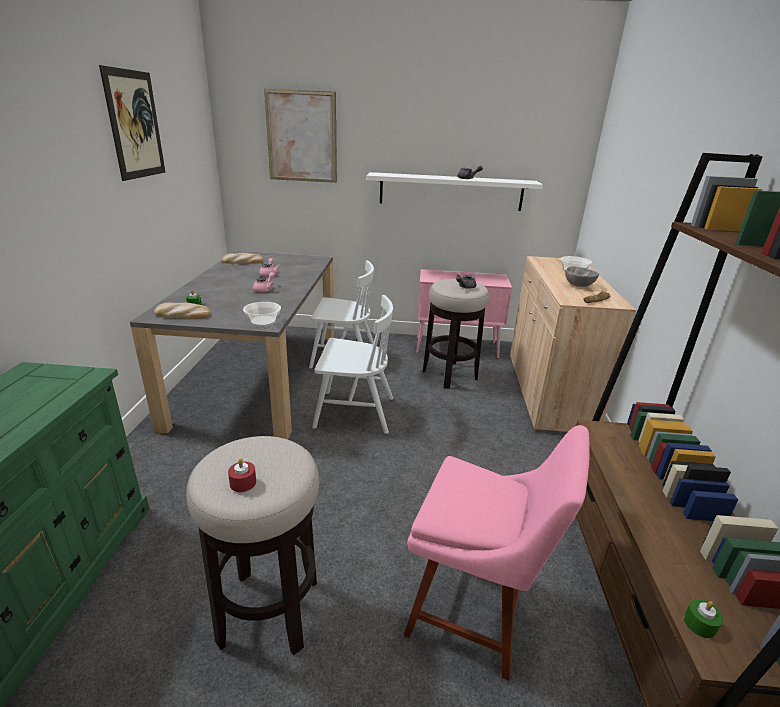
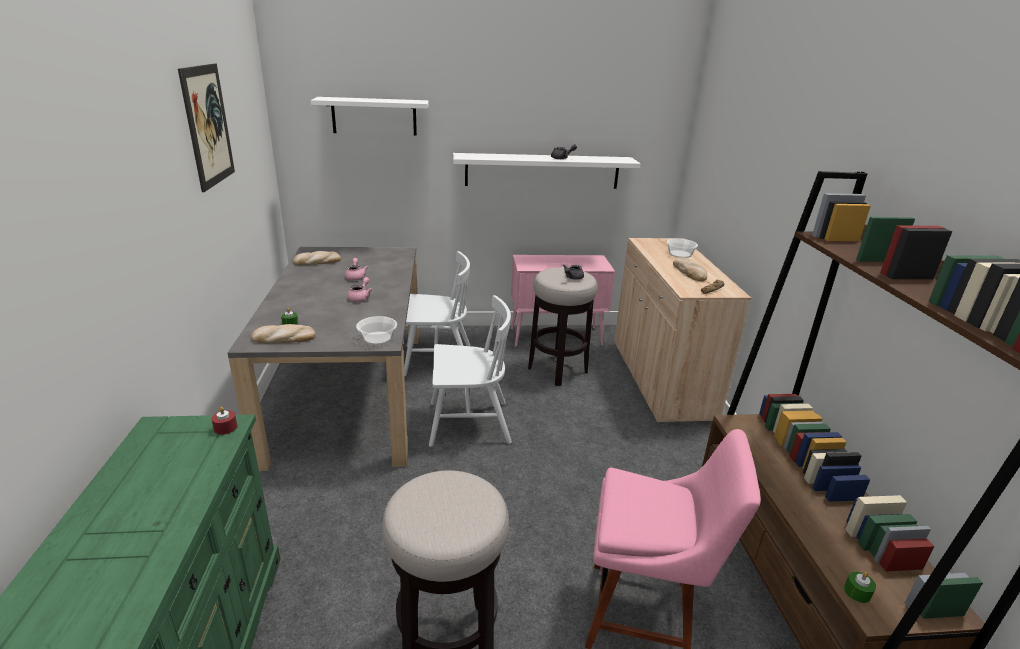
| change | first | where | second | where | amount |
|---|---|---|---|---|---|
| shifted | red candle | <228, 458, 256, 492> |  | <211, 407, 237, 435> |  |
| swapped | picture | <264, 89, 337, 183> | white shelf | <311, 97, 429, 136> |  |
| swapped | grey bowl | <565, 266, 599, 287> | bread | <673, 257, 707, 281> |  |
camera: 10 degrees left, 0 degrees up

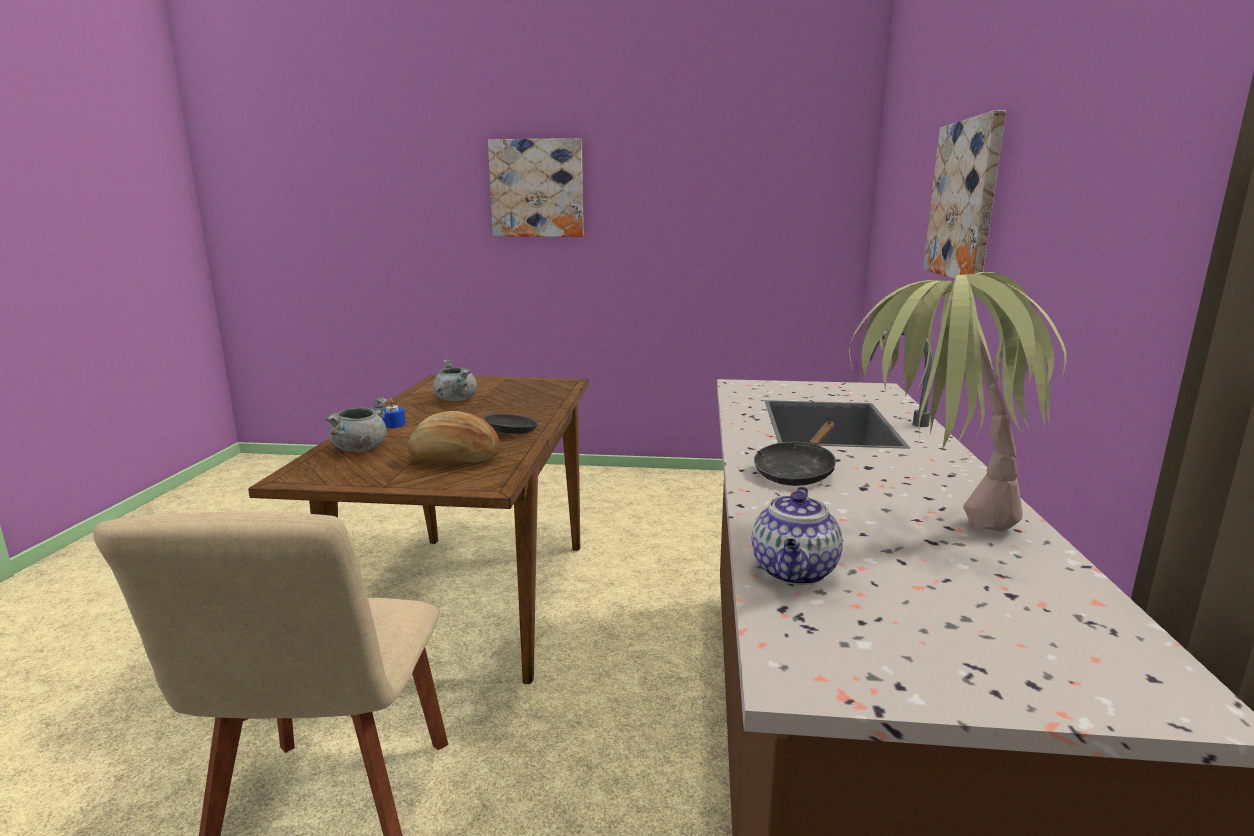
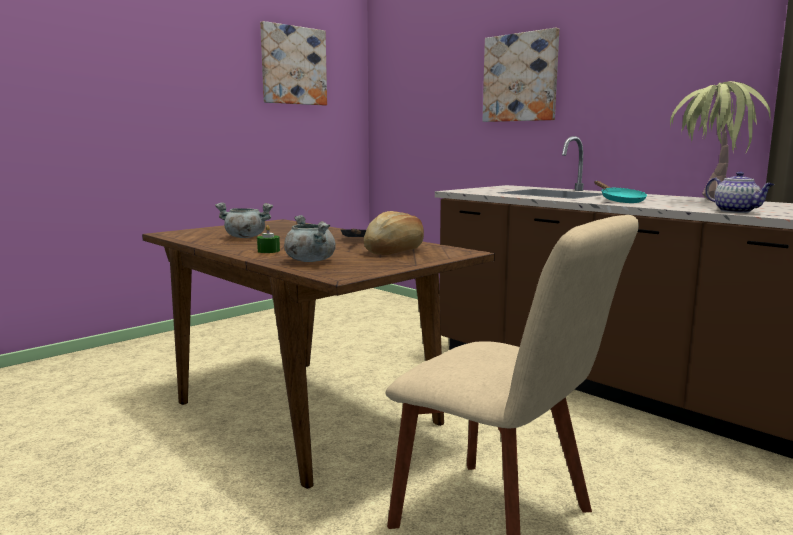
| change | first | where | second | where | amount |
|---|---|---|---|---|---|
| repainted | blue candle | <382, 398, 406, 428> | green candle | <257, 225, 280, 253> |  |
| shifted | picture | <488, 138, 583, 237> |  | <260, 21, 327, 106> |  |
| repainted | black frying pan | <754, 421, 836, 486> | turquoise frying pan | <594, 181, 647, 203> |  |
camera: 50 degrees left, 5 degrees down

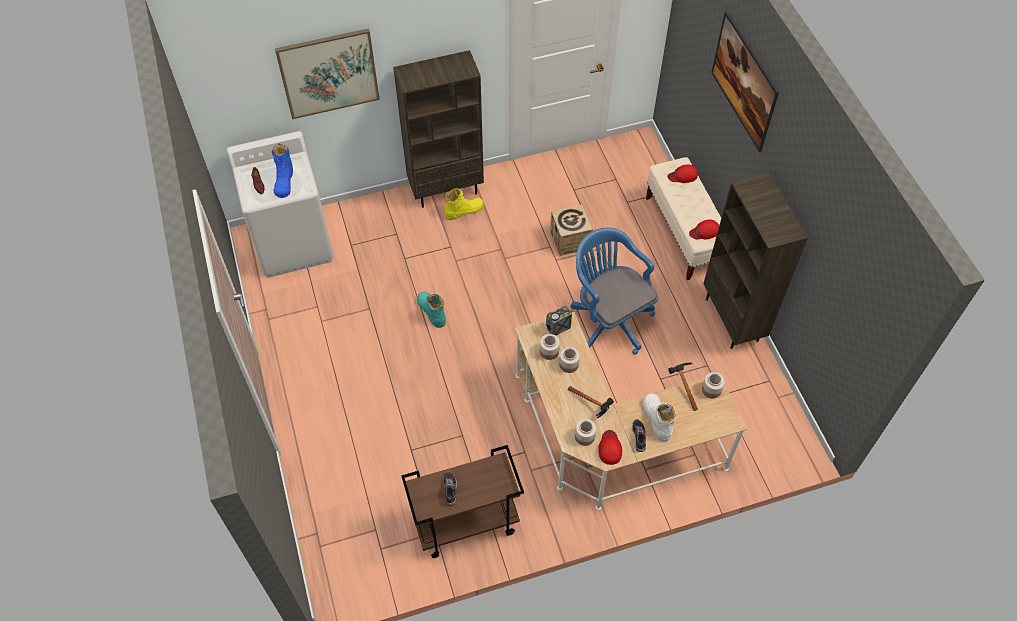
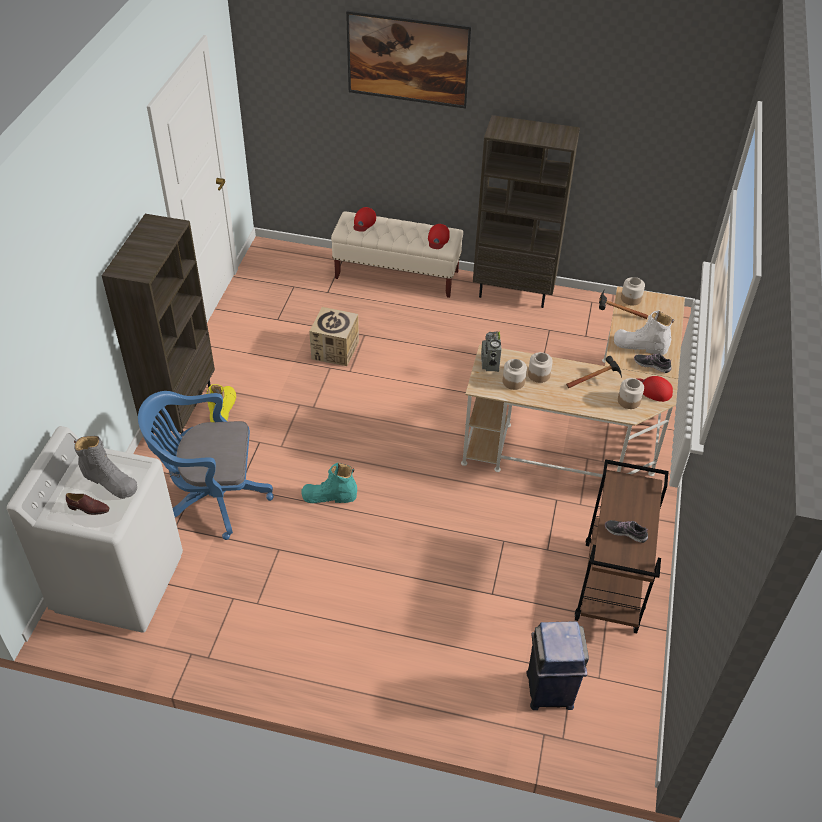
| change | first | where | second | where | amount |
|---|---|---|---|---|---|
| repainted | blue boot | <272, 143, 293, 198> | grey boot | <74, 436, 137, 499> |  |
| shifted | blue office chair | <570, 228, 658, 355> |  | <138, 391, 274, 540> |  |
| new |  |  | blue trash can | <526, 621, 589, 710> |  |
| gone | picture | <275, 28, 380, 119> |  |  |  |
camera: 60 degrees left, 10 degrees down

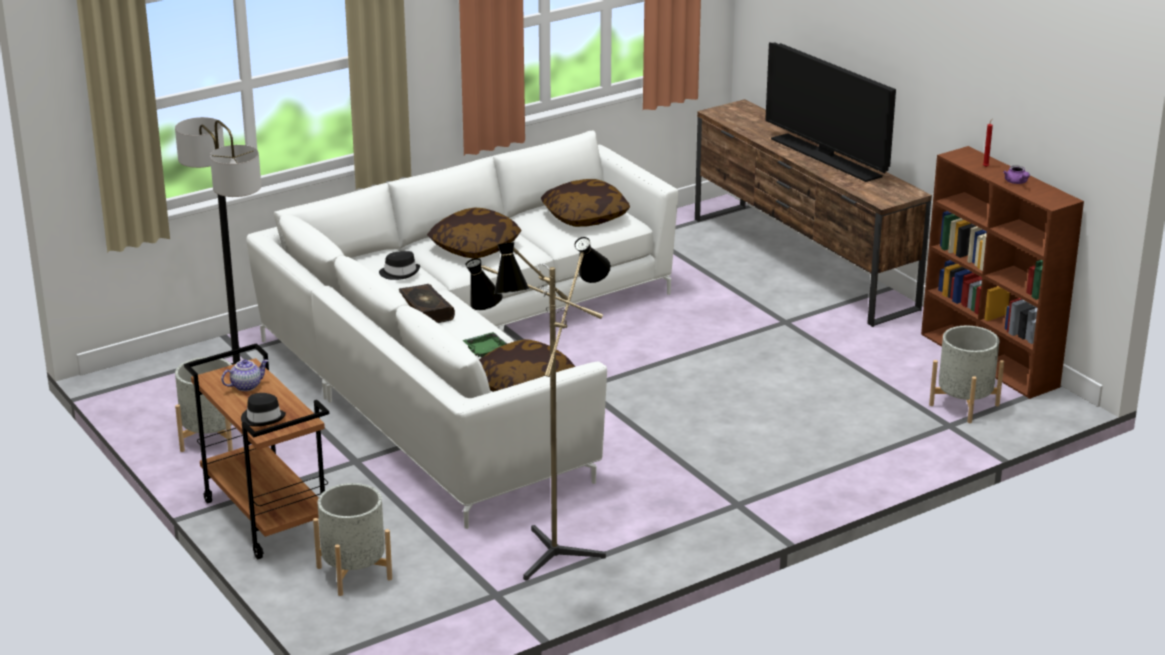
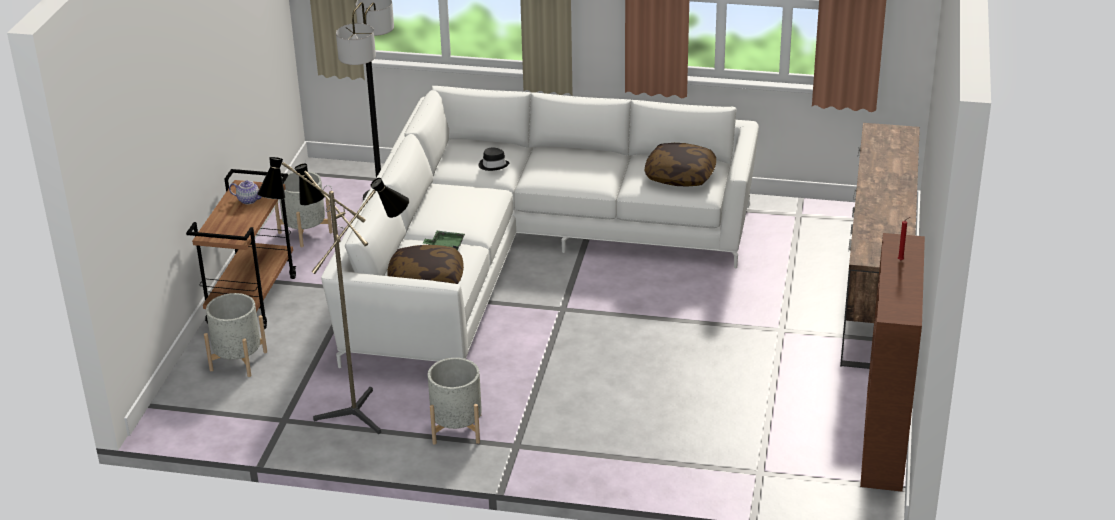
| change | first | where | second | where | amount |
|---|---|---|---|---|---|
| shifted | grey planter | <929, 326, 1004, 423> |  | <428, 358, 482, 445> |  |
| gone | black hat | <241, 393, 286, 427> |  |  |  |
| gone | book | <399, 284, 455, 323> |  |  |  |
| gone | pillow | <427, 207, 522, 259> |  |  |  |
| gone | television | <765, 42, 896, 182> |  |  |  |
| gone | purple teapot | <1003, 165, 1030, 184> |  |  |  |
camera: 45 degrees right, 5 degrees up

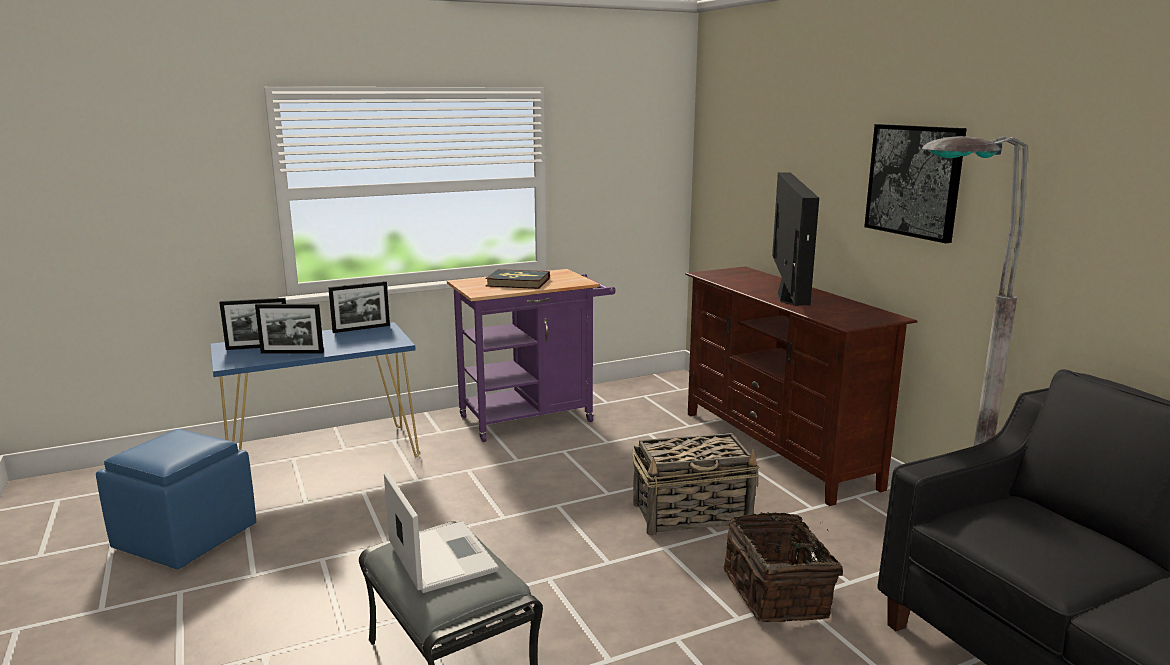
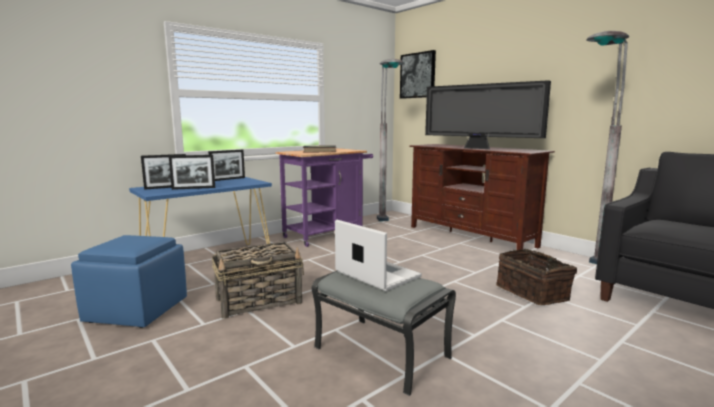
| change | first | where | second | where | amount |
|---|---|---|---|---|---|
| shifted | basket | <632, 433, 759, 536> |  | <212, 242, 304, 319> |  |
| new |  |  | grey floor lamp | <377, 59, 405, 221> |  |
| shifted | picture | <864, 124, 967, 243> |  | <400, 50, 436, 99> |  |
| rotated | television | <772, 172, 819, 306> |  | <425, 80, 551, 149> | 135 degrees clockwise |
camera: 15 degrees left, 5 degrees down

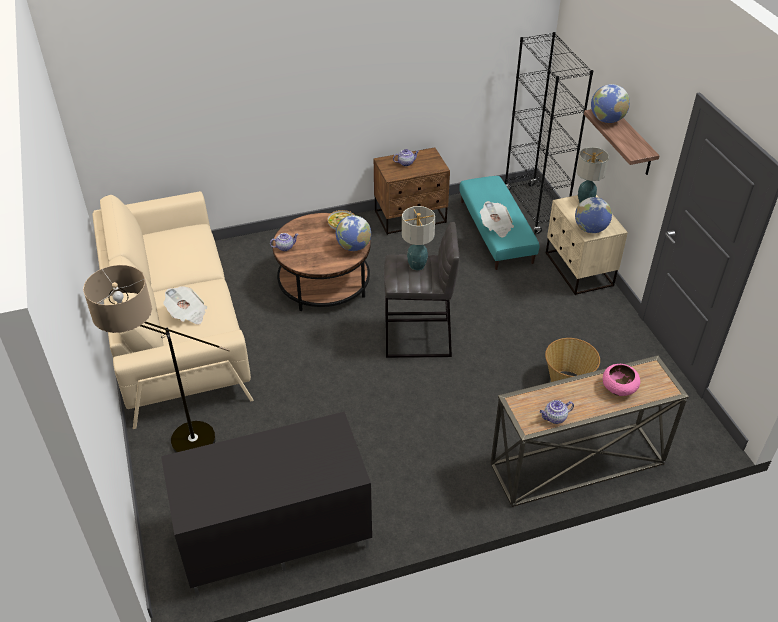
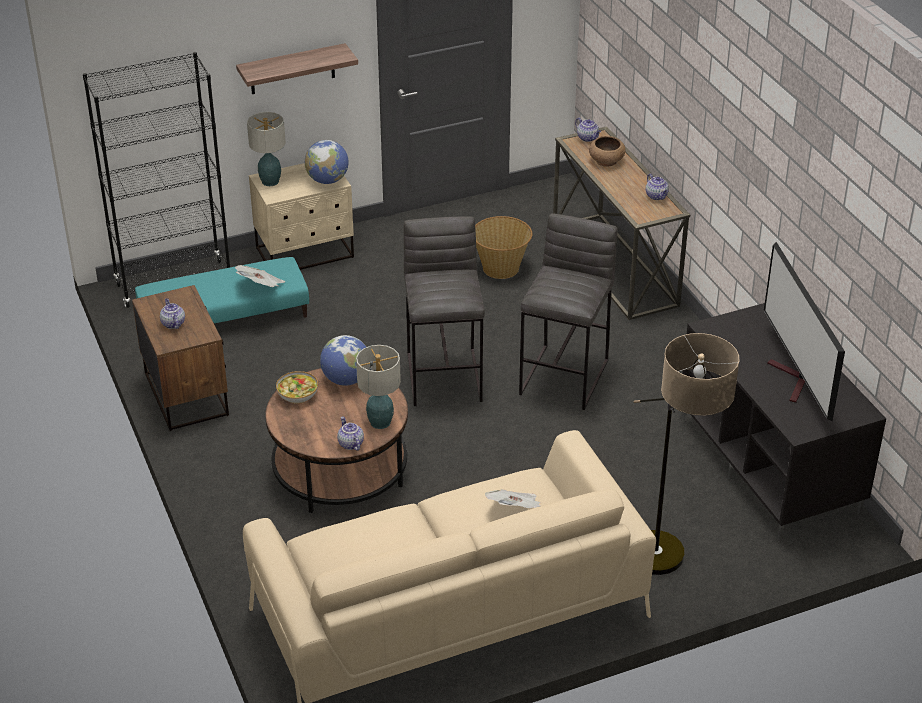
| change | first | where | second | where | amount |
|---|---|---|---|---|---|
| shifted | table lamp | <402, 206, 435, 270> |  | <356, 345, 401, 429> |  |
| new |  |  | grey stool | <519, 213, 618, 410> |  |
| new |  |  | teapot | <575, 118, 601, 142> |  |
| repainted | pink bowl | <603, 364, 640, 396> | brown bowl | <589, 136, 626, 167> |  |
| new |  |  | television | <764, 242, 845, 421> |  |
| gone | globe | <591, 84, 630, 123> |  |  |  |
camera: 95 degrees left, 5 degrees down

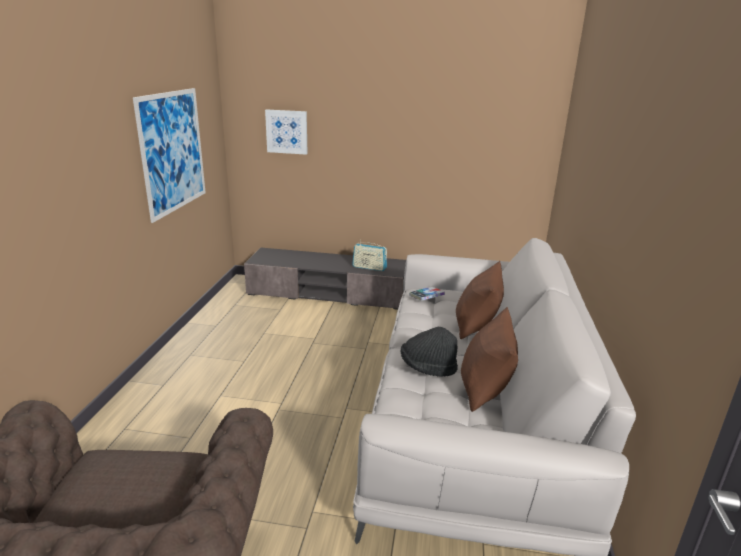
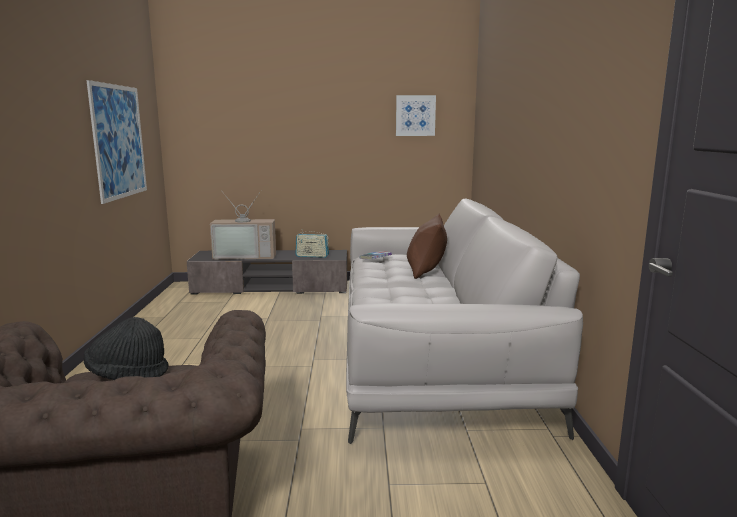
| change | first | where | second | where | amount |
|---|---|---|---|---|---|
| shifted | black hat | <400, 327, 458, 377> |  | <84, 317, 169, 380> |  |
| new |  |  | television | <210, 191, 276, 260> |  |
| shifted | picture | <265, 109, 308, 155> |  | <396, 95, 436, 136> |  |
| gone | brown pillow | <461, 307, 518, 412> |  |  |  |
camera: 10 degrees left, 10 degrees down

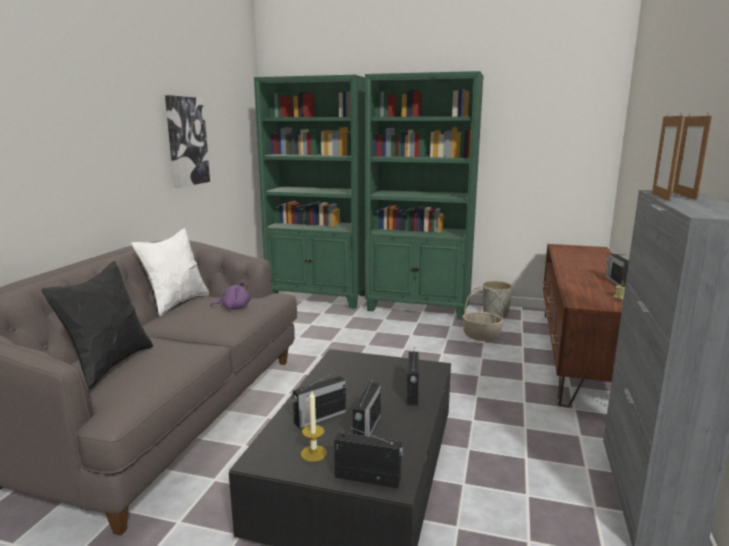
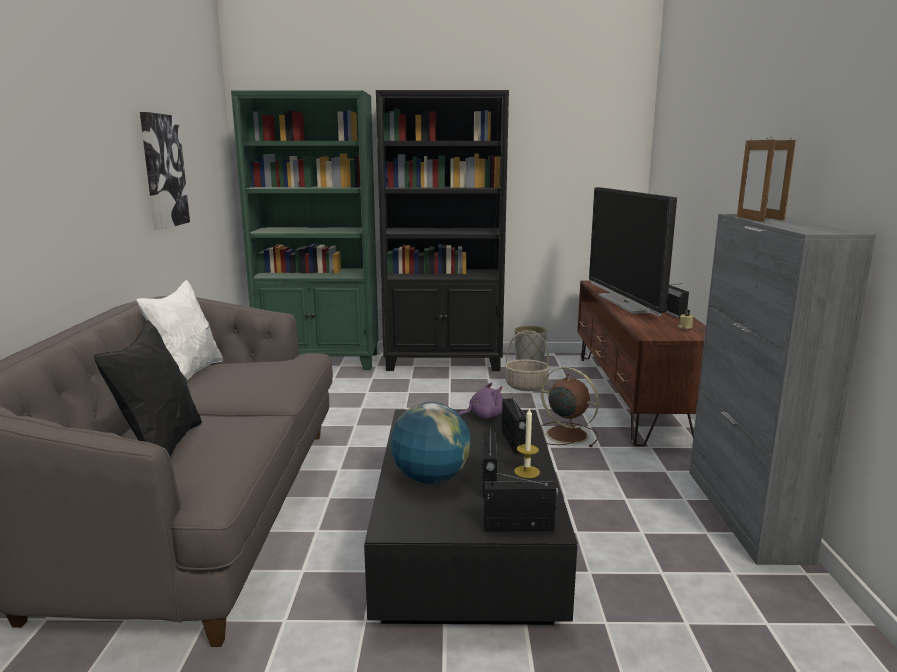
| change | first | where | second | where | amount |
|---|---|---|---|---|---|
| repainted | green bookcase | <365, 71, 484, 320> | black bookcase | <376, 90, 509, 371> |  |
| swapped | radio | <292, 372, 346, 429> | globe | <390, 402, 471, 484> |  |
| shifted | purple plush toy | <210, 281, 250, 309> |  | <458, 382, 503, 419> |  |
| shifted | candle | <301, 391, 327, 462> |  | <514, 407, 540, 478> |  |
| new |  |  | brown fan | <541, 367, 599, 447> |  |
| new |  |  | television | <589, 187, 677, 316> |  |
camera: 15 degrees left, 0 degrees up

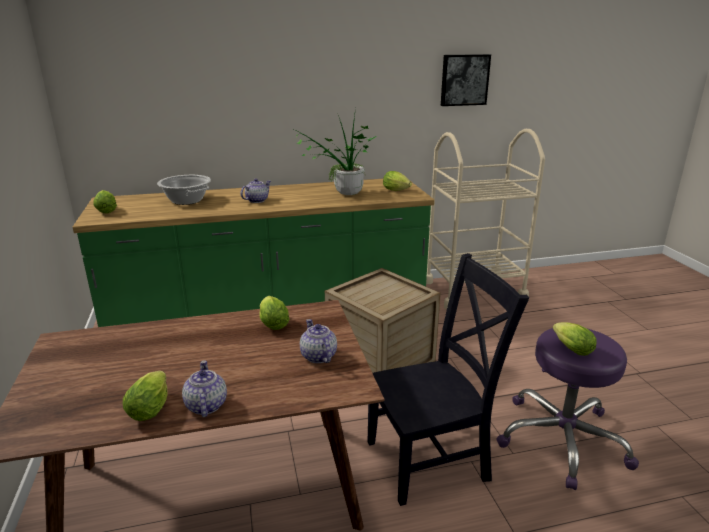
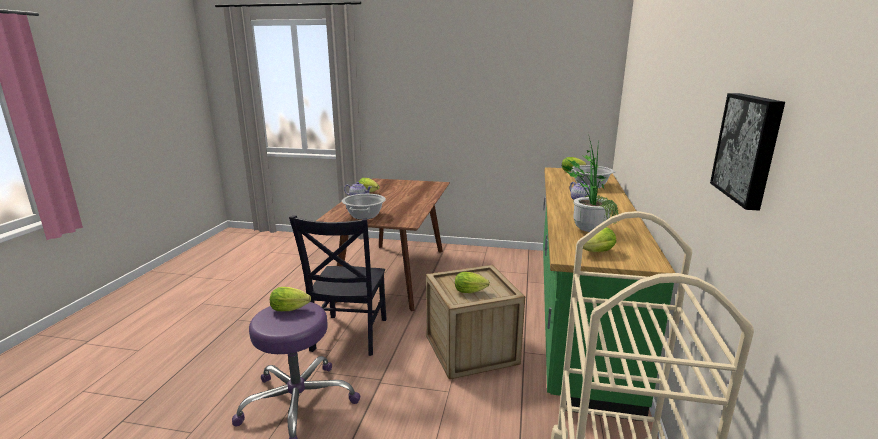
| change | first | where | second | where | amount |
|---|---|---|---|---|---|
| swapped | teapot | <300, 319, 337, 363> | cooking pot | <342, 194, 386, 220> |  |
| shifted | lettuce | <259, 296, 290, 330> |  | <455, 272, 490, 293> |  |
camera: 115 degrees right, 5 degrees down

